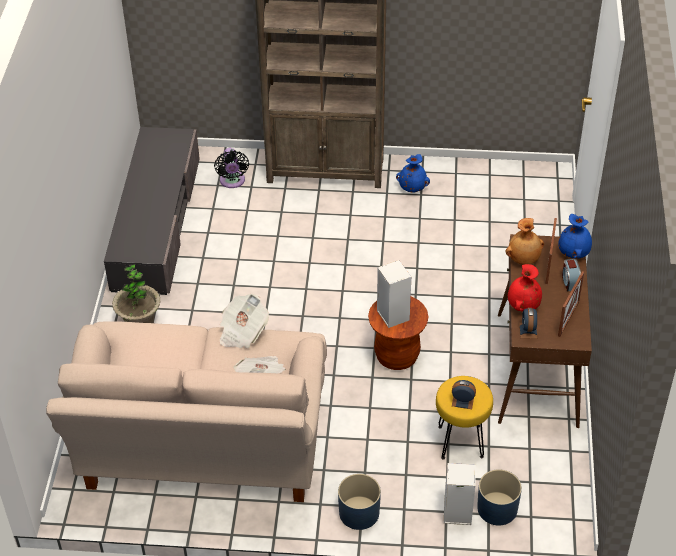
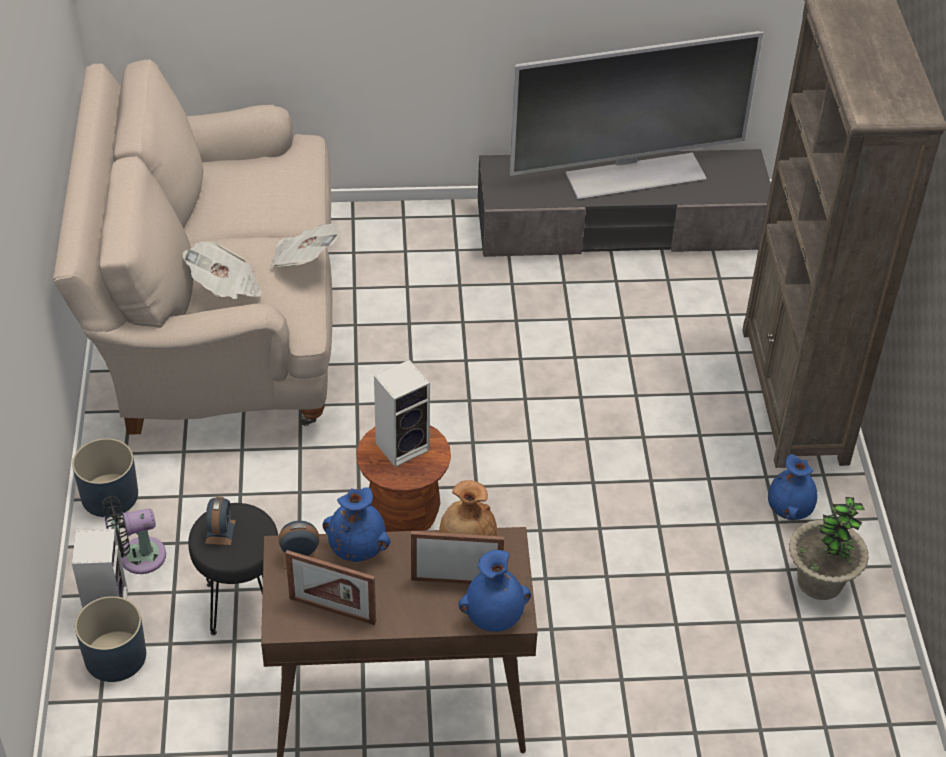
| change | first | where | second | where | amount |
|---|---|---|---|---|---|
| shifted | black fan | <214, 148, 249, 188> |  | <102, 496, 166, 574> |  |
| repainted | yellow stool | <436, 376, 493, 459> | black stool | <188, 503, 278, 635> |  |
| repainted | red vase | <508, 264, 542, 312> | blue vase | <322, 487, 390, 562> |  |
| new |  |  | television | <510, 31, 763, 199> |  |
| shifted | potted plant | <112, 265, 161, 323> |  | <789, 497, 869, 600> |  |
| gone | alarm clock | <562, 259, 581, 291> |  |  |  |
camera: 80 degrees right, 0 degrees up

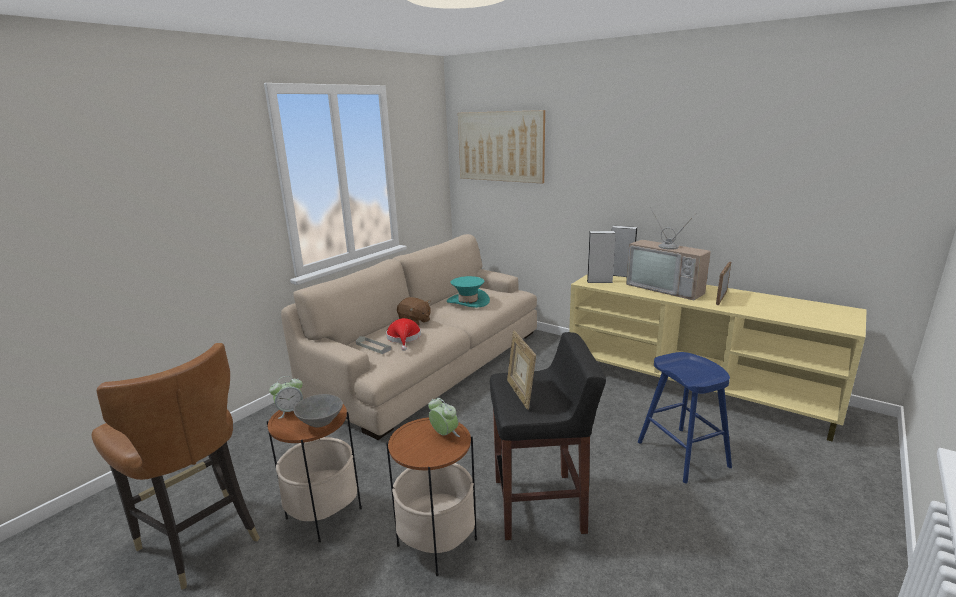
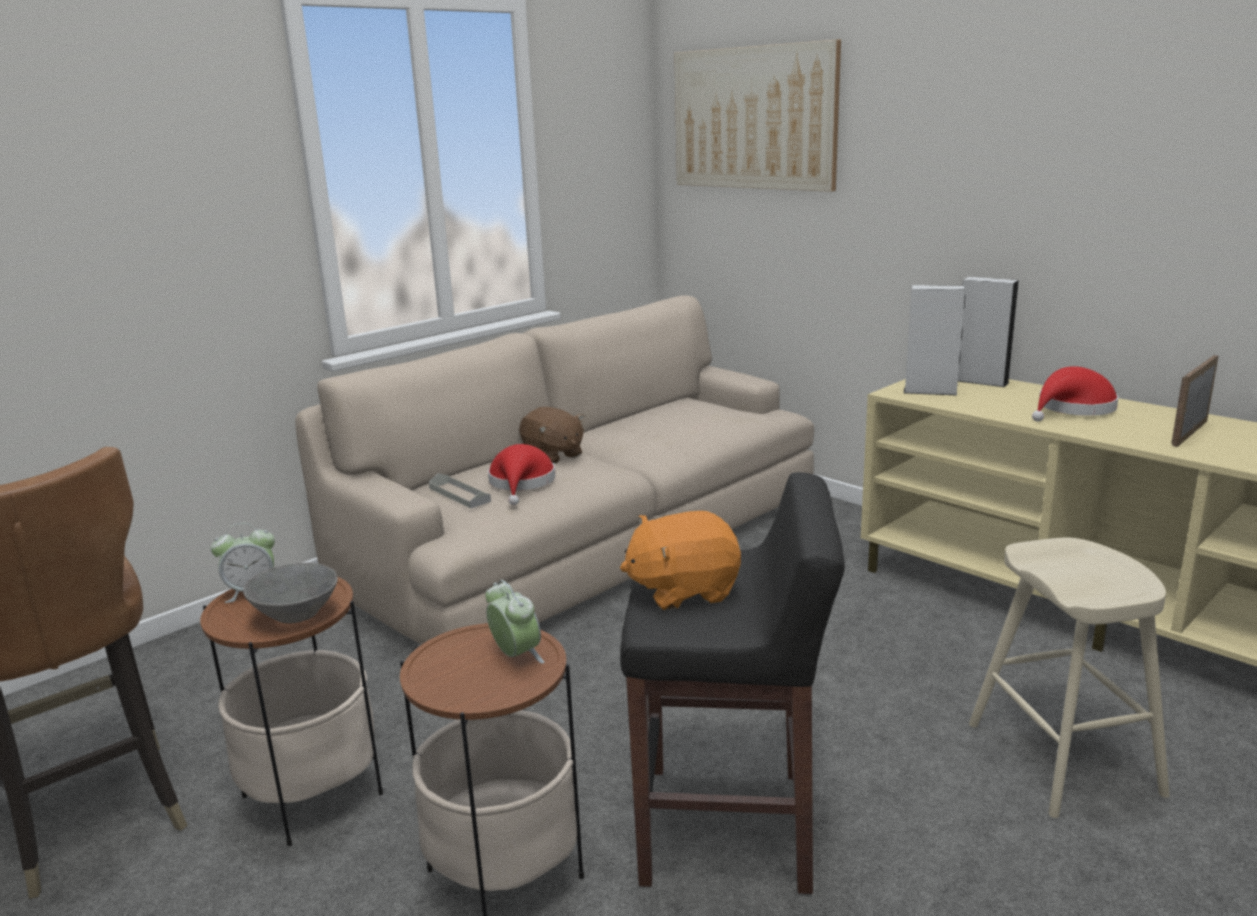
| change | first | where | second | where | amount |
|---|---|---|---|---|---|
| swapped | picture frame | <507, 331, 536, 410> | orange plush toy | <620, 511, 741, 610> |  |
| repainted | blue stool | <638, 352, 732, 483> | beige stool | <969, 538, 1170, 818> |  |
| swapped | television | <626, 207, 711, 300> | red hat | <1032, 366, 1119, 422> |  |
| gone | turquoise hat | <447, 276, 490, 308> |  |  |  |
camera: 10 degrees right, 0 degrees up

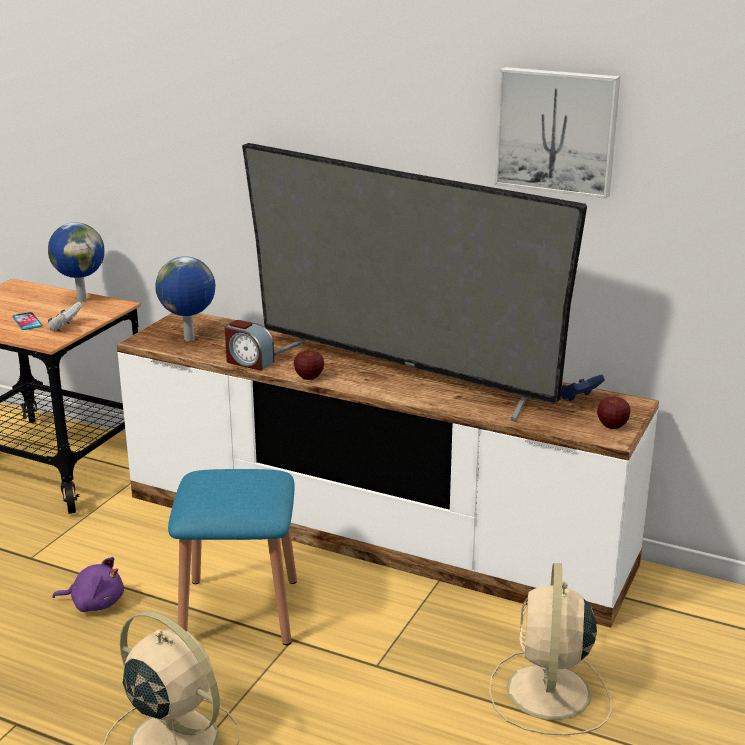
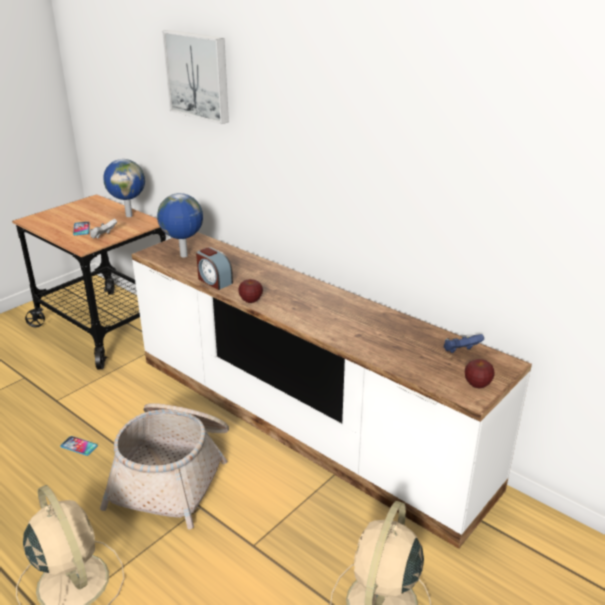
| change | first | where | second | where | amount |
|---|---|---|---|---|---|
| swapped | purple plush toy | <52, 557, 124, 612> | phone | <60, 436, 98, 456> |  |
| swapped | blue stool | <168, 469, 297, 645> | basket | <100, 403, 229, 529> |  |
| shifted | picture | <495, 67, 620, 199> |  | <162, 30, 229, 124> |  |
| gone | television | <242, 143, 587, 422> |  |  |  |
camera: 15 degrees right, 5 degrees up

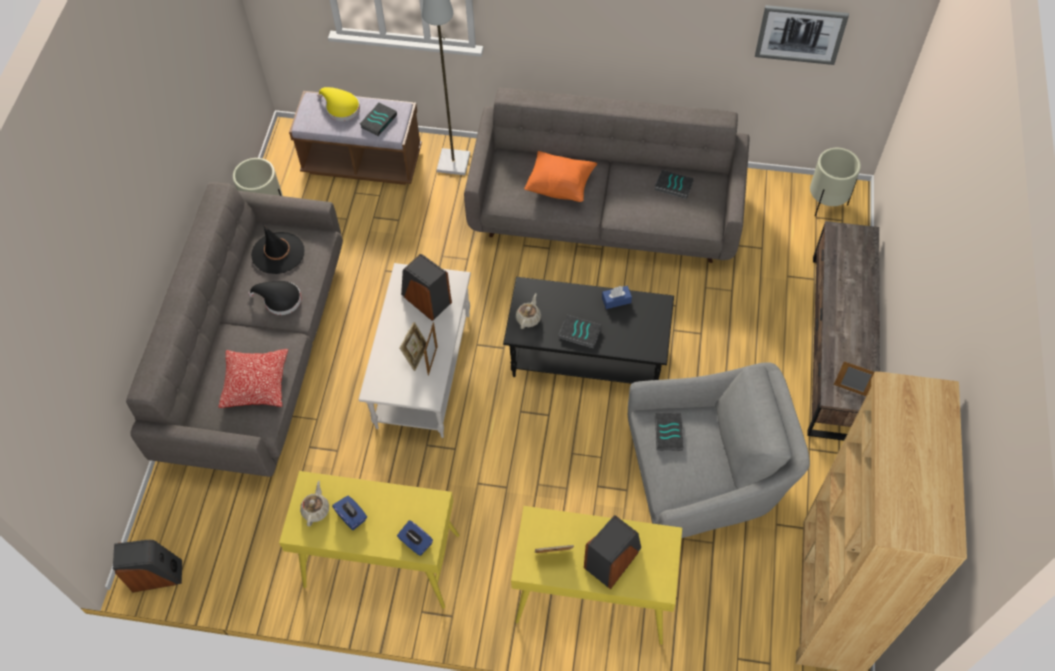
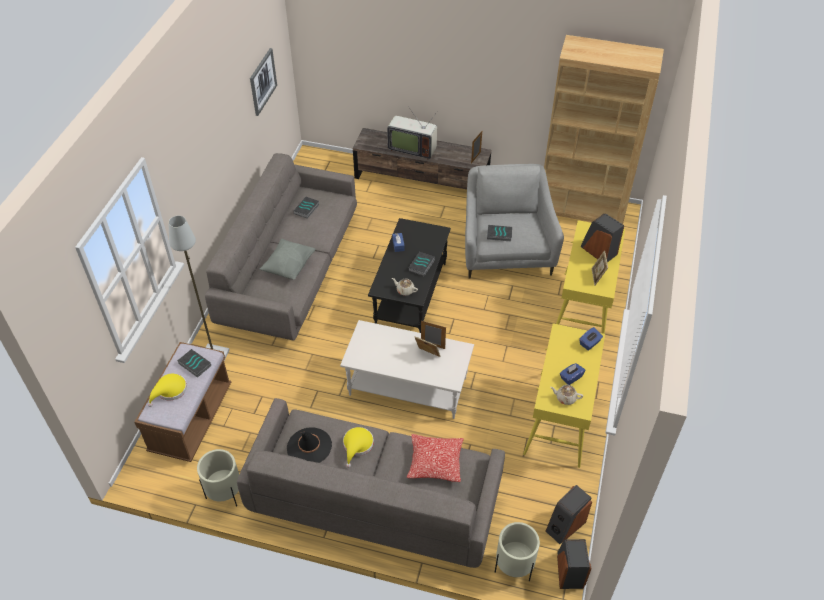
| change | first | where | second | where | amount |
|---|---|---|---|---|---|
| repainted | orange pillow | <524, 151, 597, 202> | grey pillow | <260, 239, 315, 279> |  |
| repainted | black hat | <248, 281, 301, 315> | yellow hat | <343, 427, 374, 468> |  |
| new |  |  | television | <387, 106, 437, 160> |  |
| shifted | beige planter | <810, 148, 861, 216> |  | <495, 522, 540, 581> |  |
| shifted | speaker | <401, 254, 452, 321> |  | <545, 485, 592, 544> |  |
camera: 85 degrees left, 10 degrees down

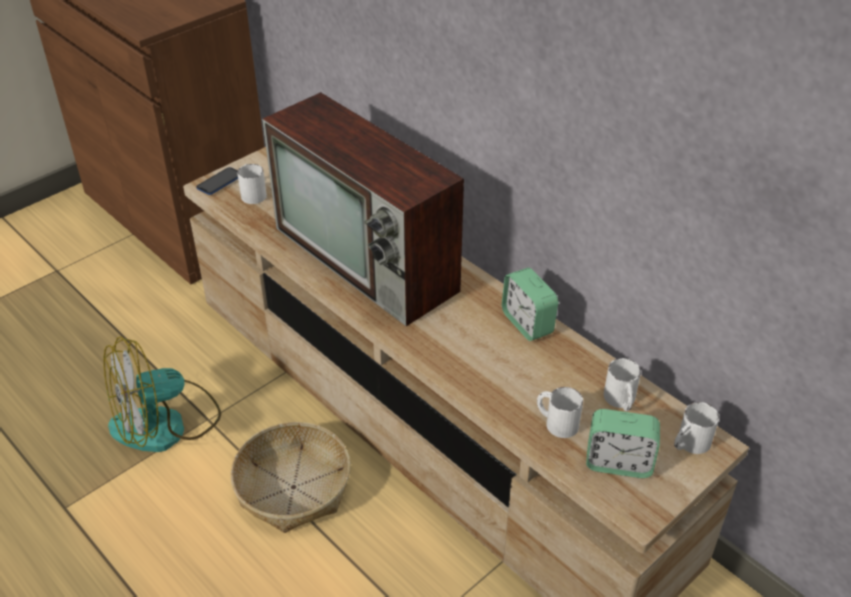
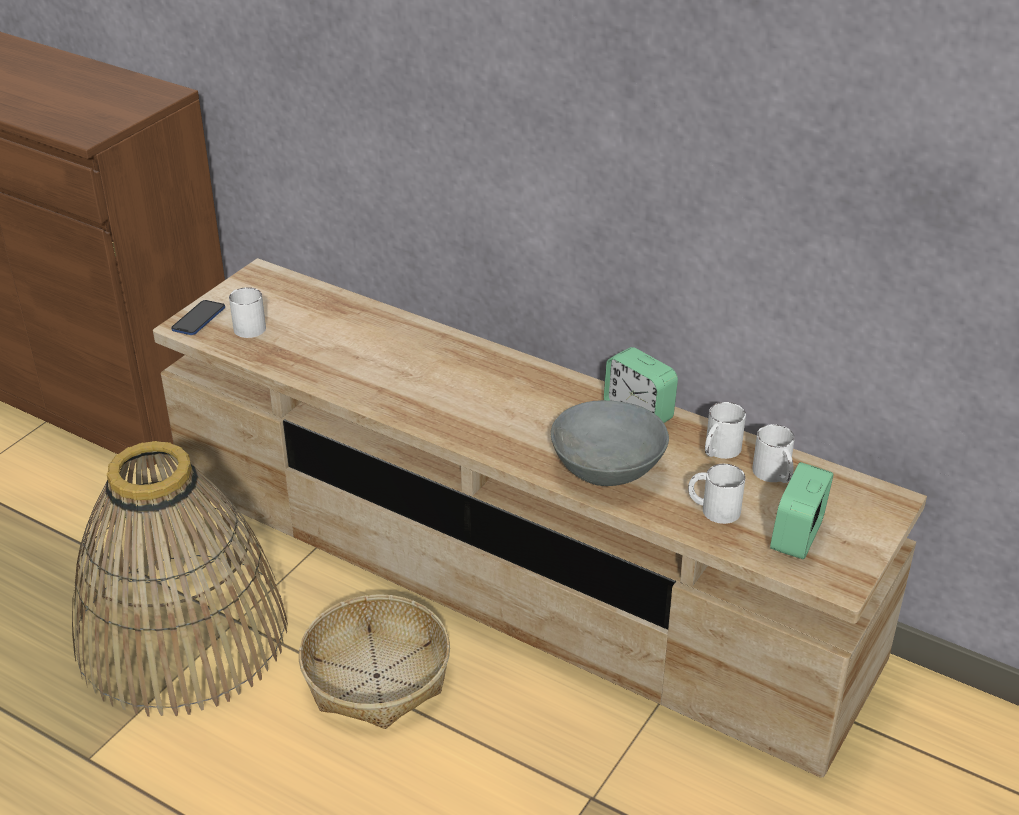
| change | first | where | second | where | amount |
|---|---|---|---|---|---|
| swapped | fan | <104, 336, 221, 452> | basket | <72, 441, 288, 717> |  |
| new |  |  | grey bowl | <551, 400, 669, 486> |  |
| shifted | white mug | <674, 402, 719, 454> |  | <705, 402, 746, 459> |  |
| rotated | alarm clock | <586, 409, 660, 478> |  | <770, 462, 833, 559> | 120 degrees clockwise |
| gone | television | <262, 92, 464, 326> |  |  |  |
camera: 15 degrees left, 5 degrees down

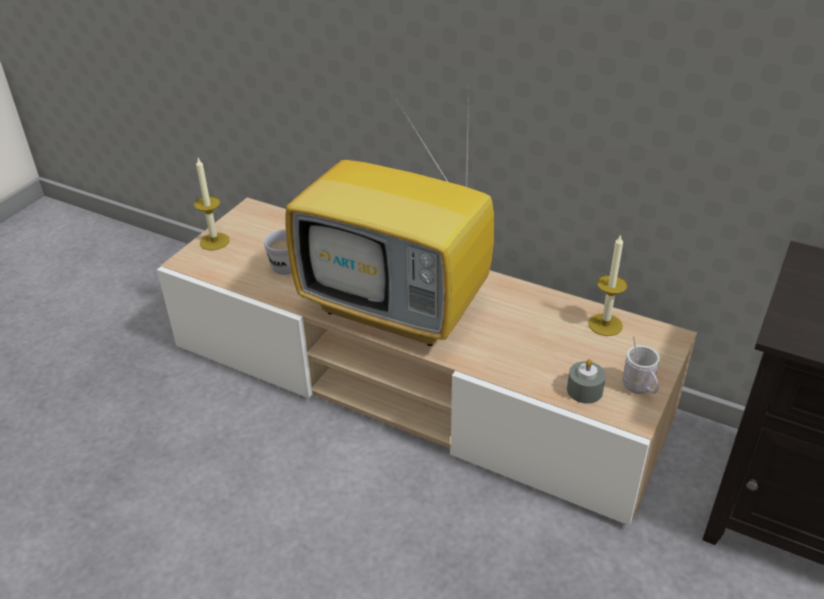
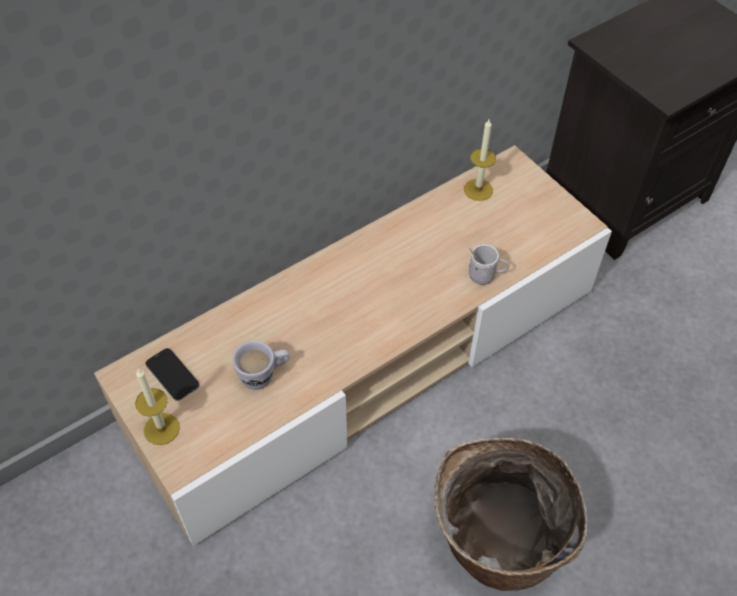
| change | first | where | second | where | amount |
|---|---|---|---|---|---|
| new |  |  | phone | <145, 348, 199, 401> |  |
| new |  |  | basket | <434, 438, 587, 591> |  |
| shifted | white mug | <622, 336, 660, 394> |  | <469, 244, 510, 285> |  |
| gone | television | <285, 95, 494, 346> |  |  |  |
| gone | grey candle | <567, 359, 606, 404> |  |  |  |
camera: 65 degrees left, 15 degrees up

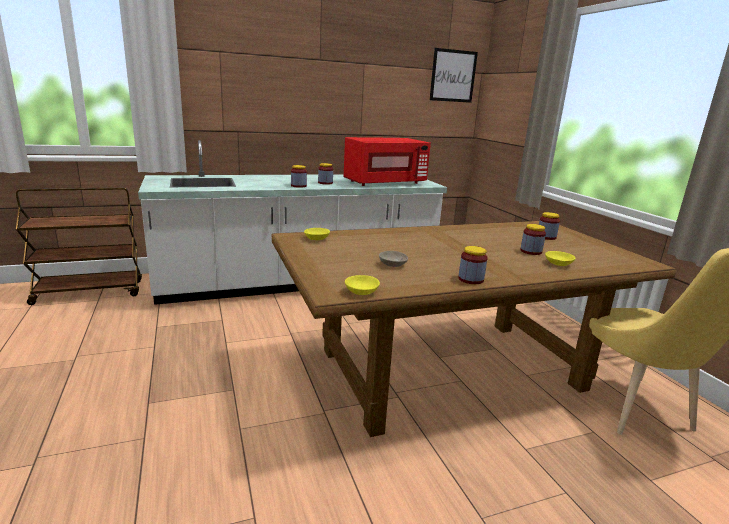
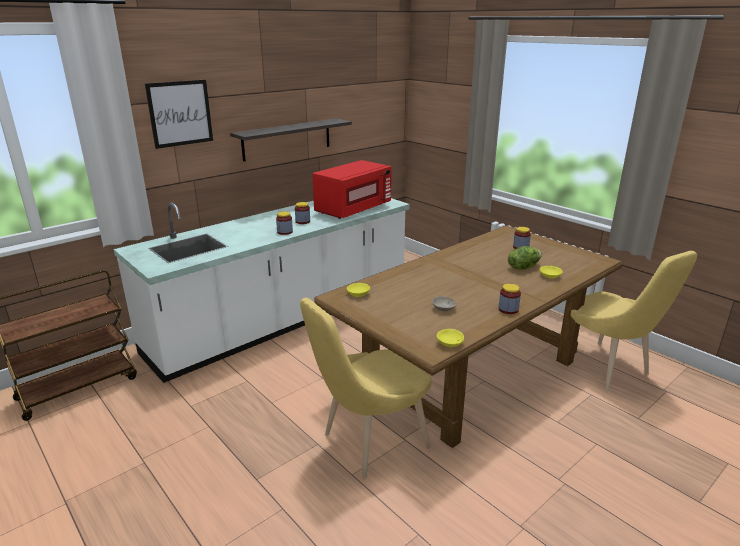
| change | first | where | second | where | amount |
|---|---|---|---|---|---|
| shifted | picture | <430, 48, 478, 103> |  | <145, 80, 213, 149> |  |
| new |  |  | shelf | <230, 118, 352, 162> |  |
| new |  |  | yellow chair | <300, 298, 432, 478> |  |
| swapped | jar | <520, 224, 546, 255> | lettuce | <508, 246, 542, 270> |  |
camera: 20 degrees left, 5 degrees up

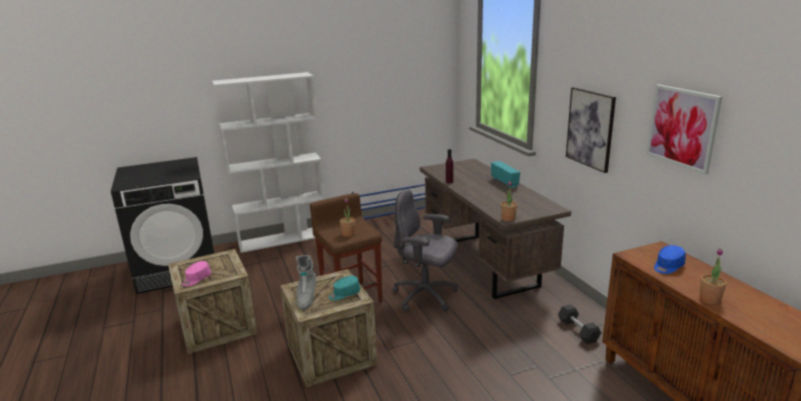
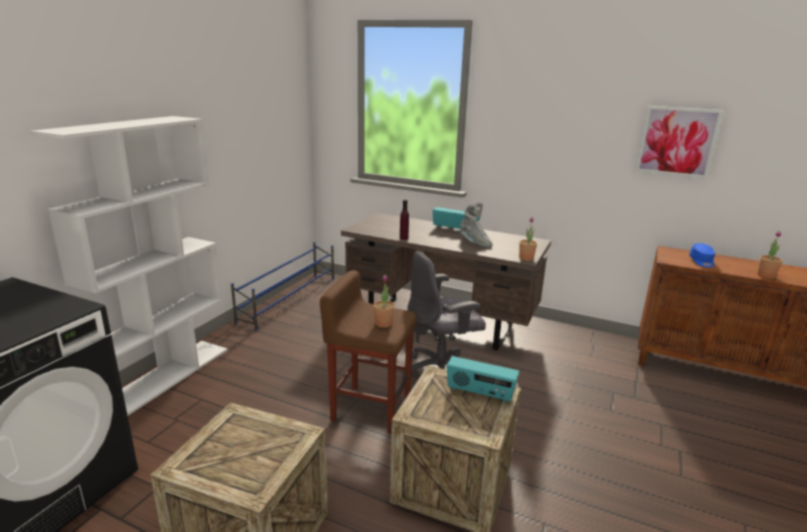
| change | first | where | second | where | amount |
|---|---|---|---|---|---|
| swapped | turquoise cap | <329, 276, 360, 300> | radio | <447, 356, 519, 403> |  |
| shifted | grey boot | <296, 255, 316, 310> |  | <460, 203, 493, 247> |  |
| gone | pink cap | <182, 261, 211, 286> |  |  |  |
| gone | grey dumbbell | <558, 304, 601, 344> |  |  |  |
| gone | picture | <566, 87, 616, 173> |  |  |  |
camera: 45 degrees left, 0 degrees up

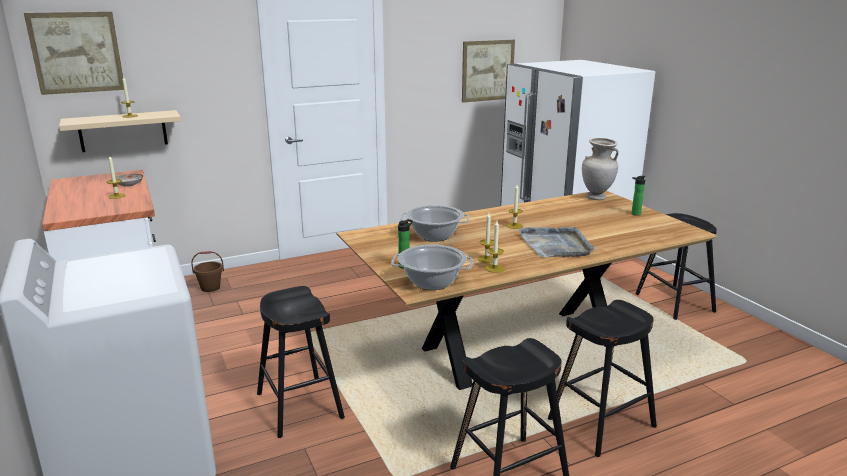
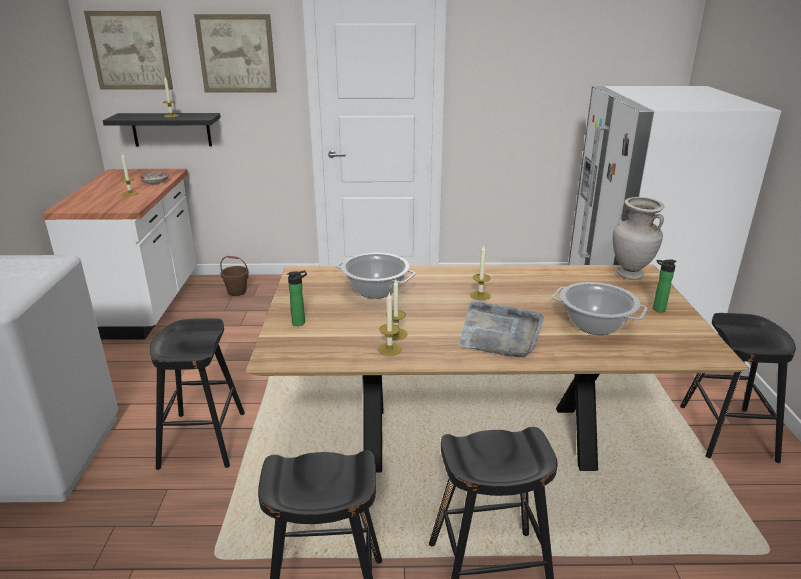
| change | first | where | second | where | amount |
|---|---|---|---|---|---|
| repainted | beige shelf | <59, 110, 181, 152> | black shelf | <103, 113, 221, 147> |  |
| shifted | picture | <462, 40, 515, 103> |  | <194, 14, 277, 93> |  |
| shifted | cooking pot | <391, 245, 473, 290> |  | <552, 282, 647, 335> |  |
camera: 25 degrees right, 5 degrees up

